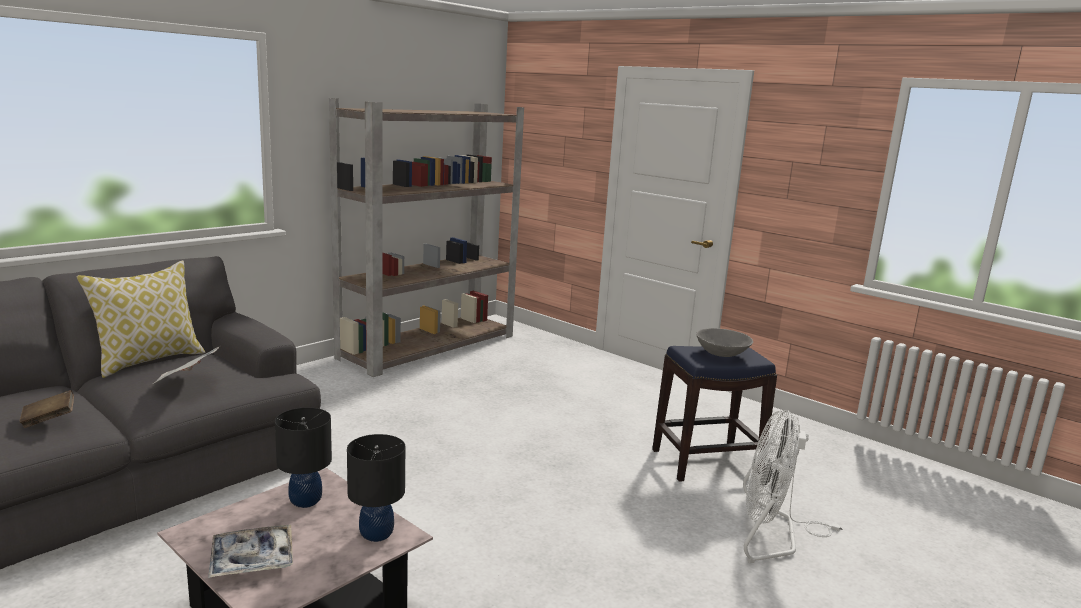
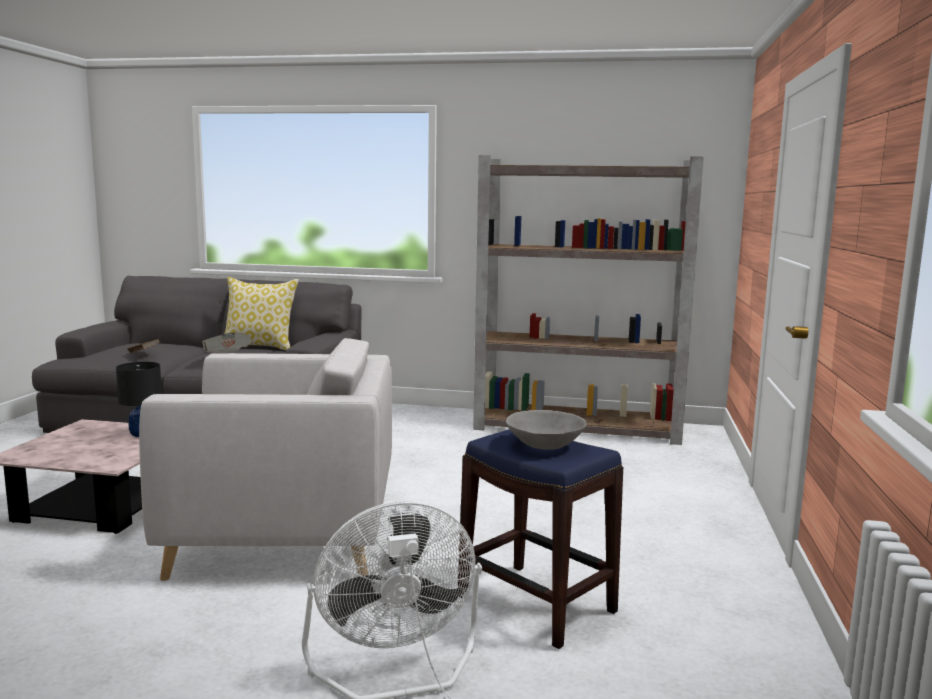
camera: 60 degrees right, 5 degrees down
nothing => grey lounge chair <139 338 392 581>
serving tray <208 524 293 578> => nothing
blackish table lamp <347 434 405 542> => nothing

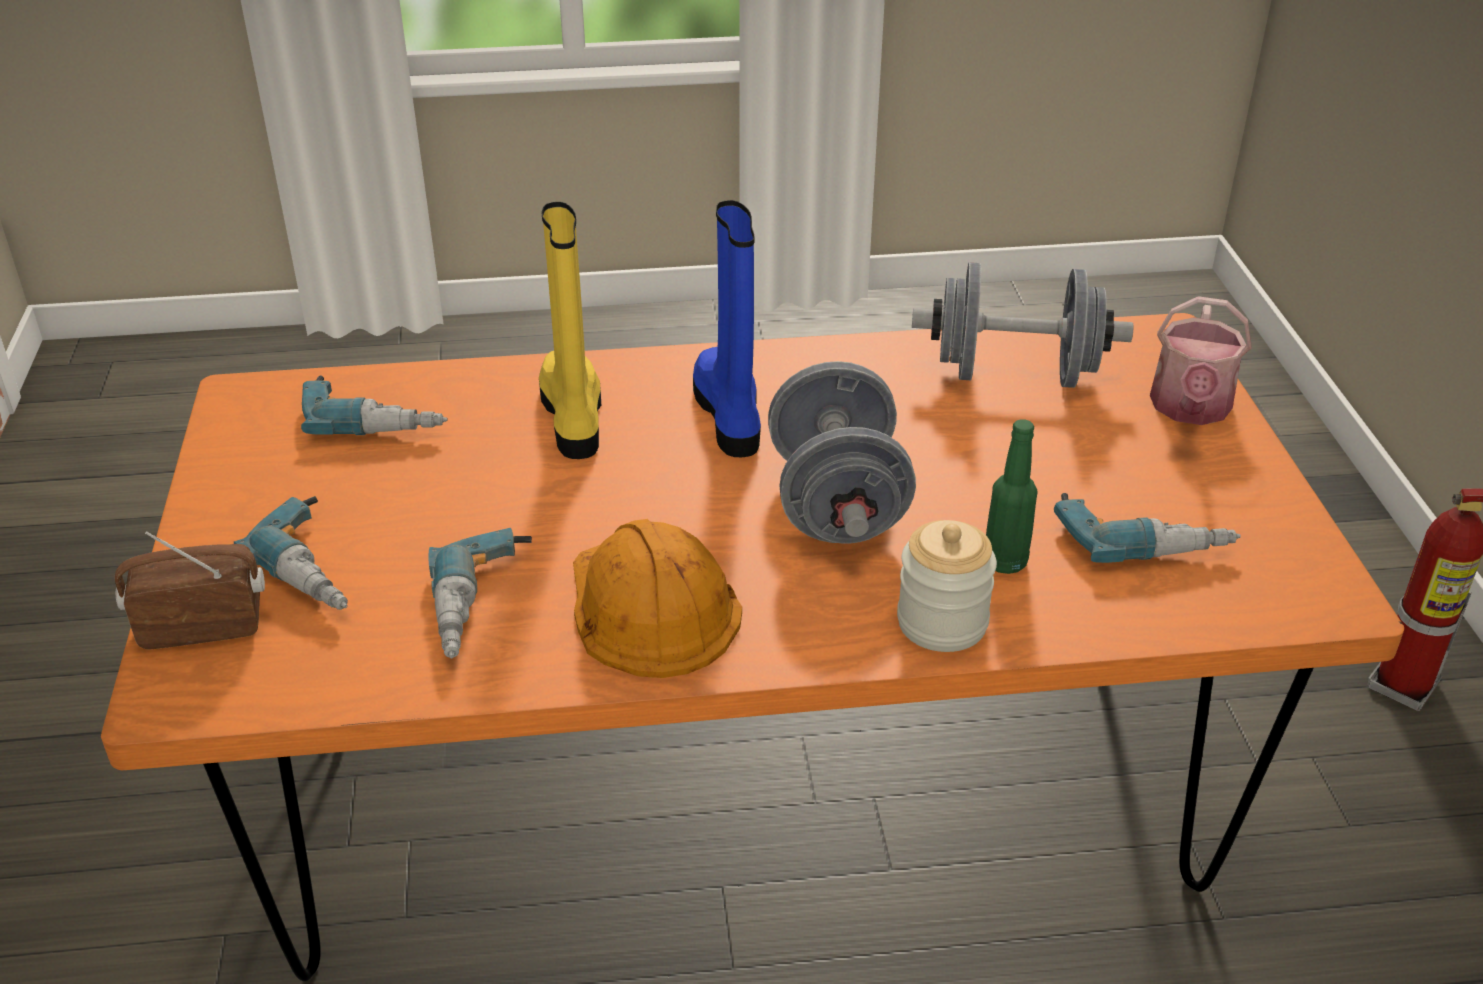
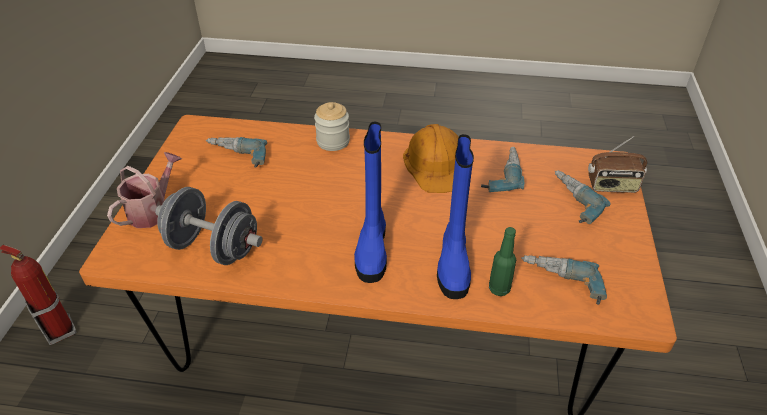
camera: 165 degrees left, 5 degrees up
yellow tall boot <539 202 601 459> => bluish tall boot <437 134 474 299>
greenish drink bottle <986 419 1038 574> => greenish drink bottle <489 227 516 296>, shifted
grey free weight <768 361 916 543> => nothing

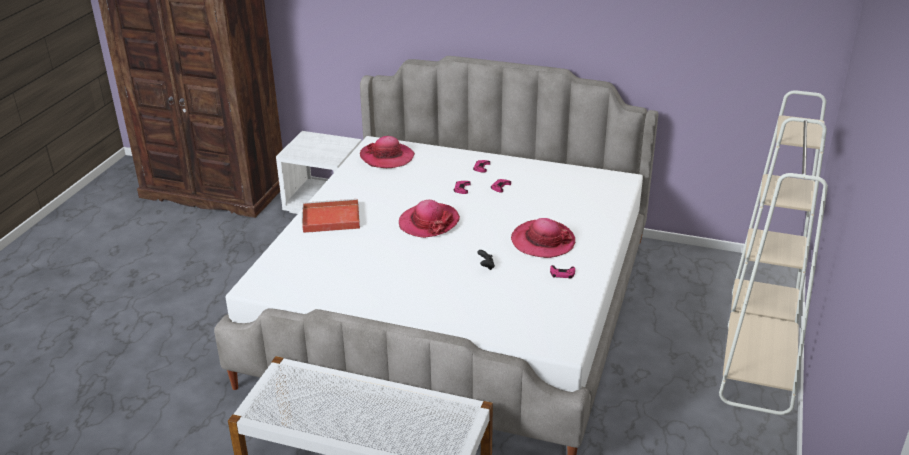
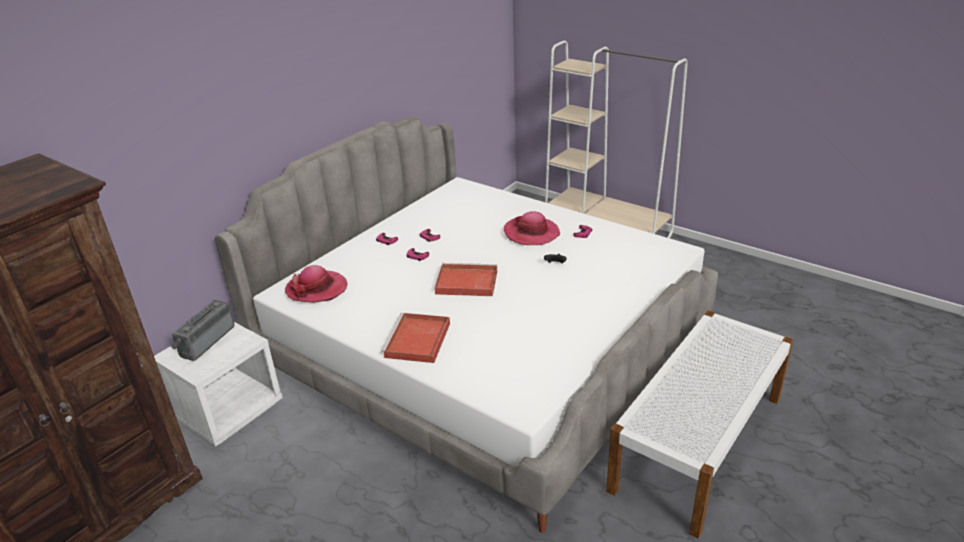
camera: 70 degrees left, 0 degrees up
nothing => radio <171 300 235 361>
clothing hat <399 200 460 238> => reddish serving tray <435 263 497 296>

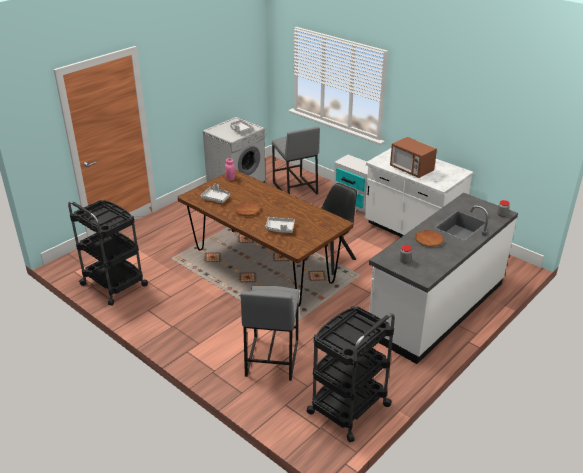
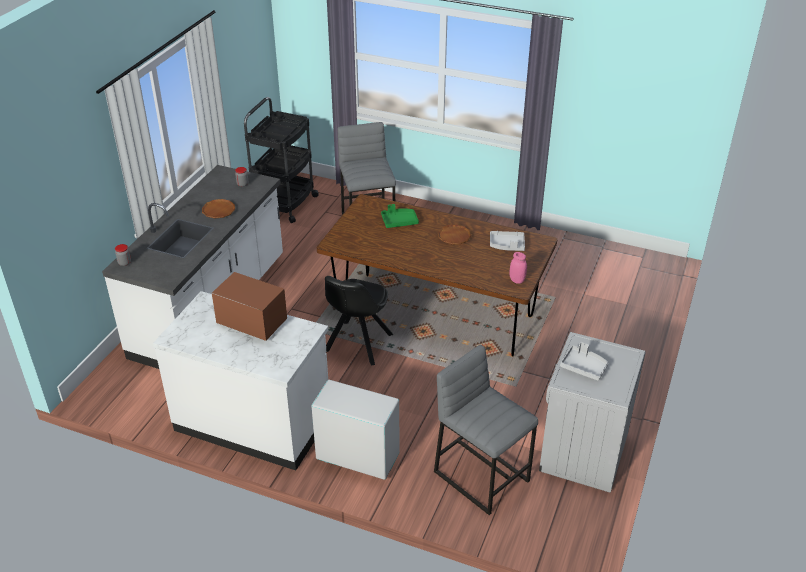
camera: 160 degrees right, 5 degrees up
grey serving tray <265 217 295 233> => greenish serving tray <381 204 419 228>
blackish cart <68 200 148 306> => nothing

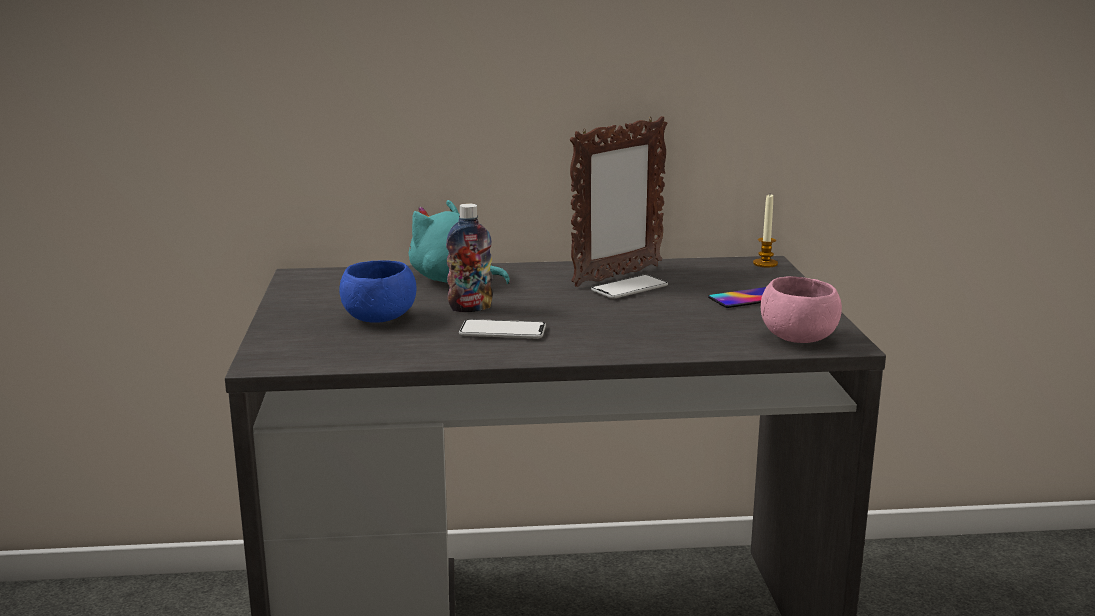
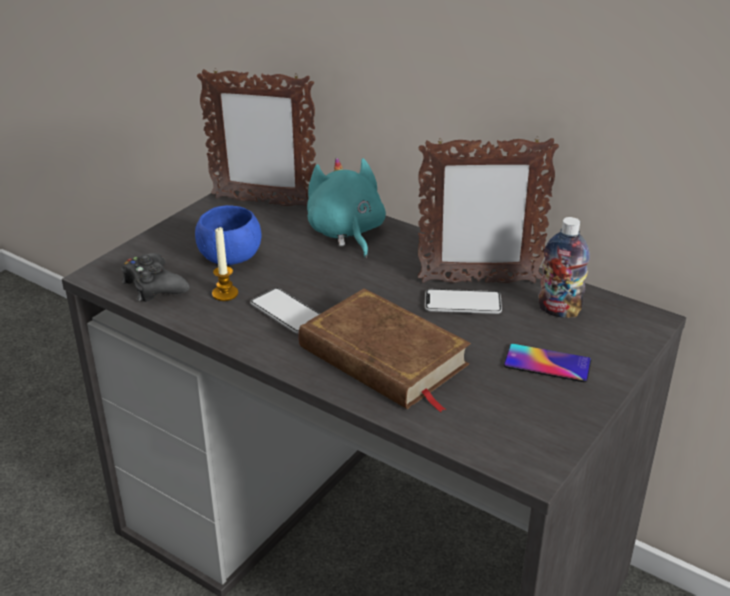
camera: 40 degrees right, 15 degrees up
nothing => blackish game controller <121 253 190 302>
nothing => picture frame <197 68 316 206>
candle <753 195 778 268> => candle <212 227 238 301>, shifted
nothing => brown book <299 288 471 412>
drink bottle <446 203 493 312> => drink bottle <539 217 590 318>, shifted
pink-coloured deep dish <761 276 842 343> => nothing

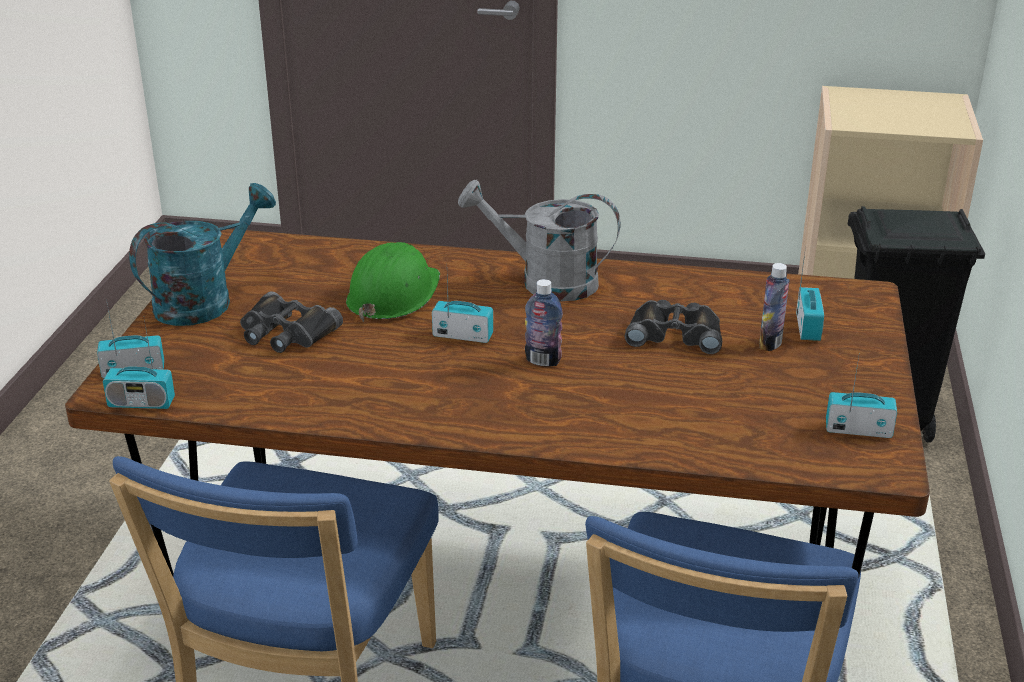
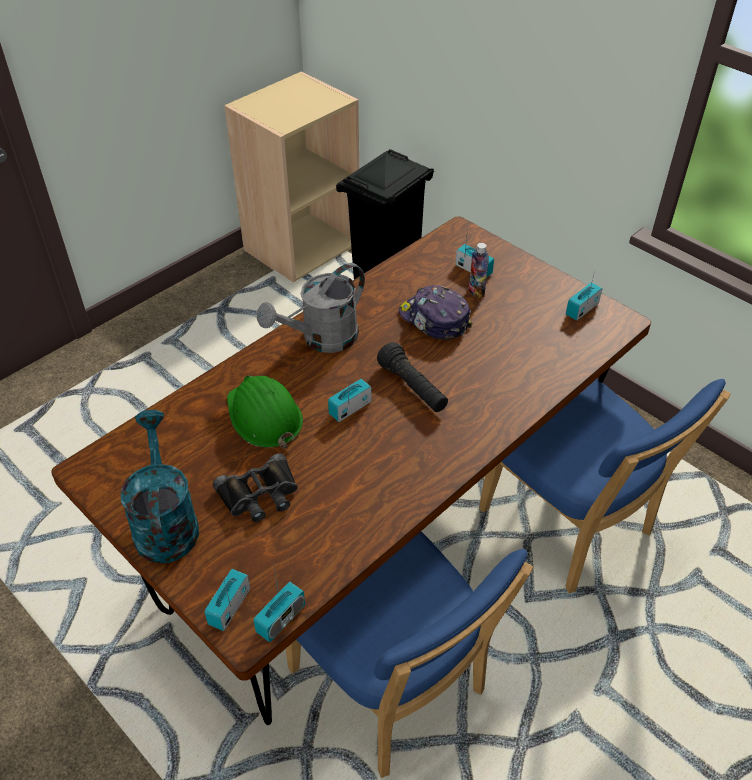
camera: 55 degrees left, 15 degrees up
drink bottle <525 279 563 367> => blackish hand torch <377 342 448 412>
blackish field glasses <625 300 722 354> => cap <399 285 472 340>

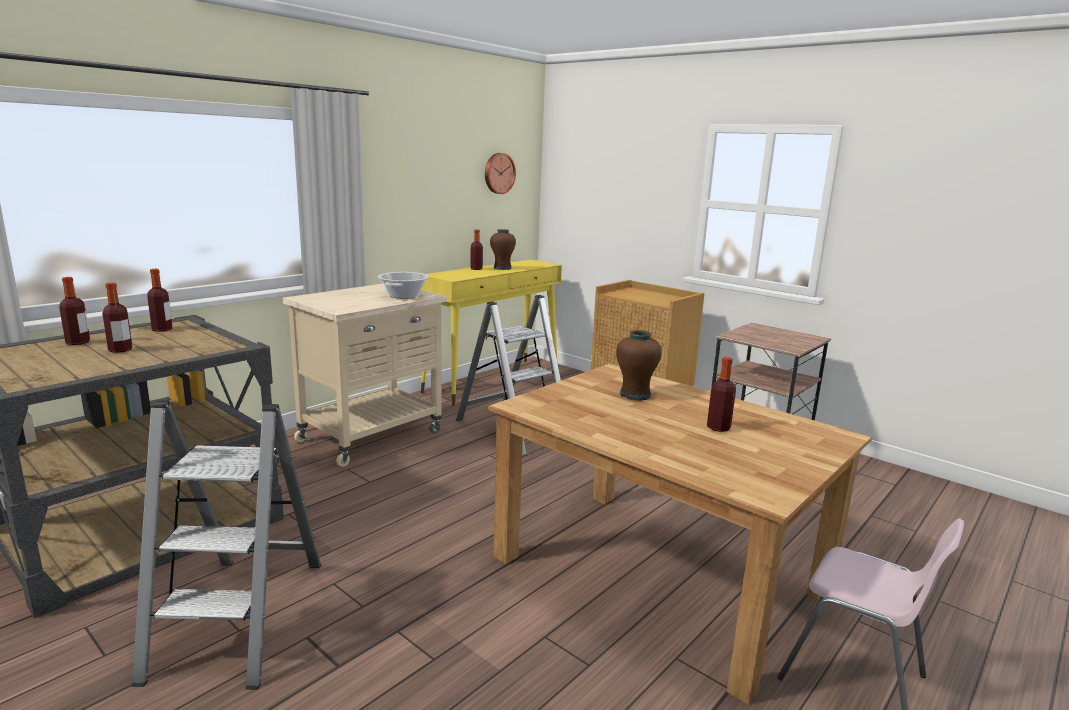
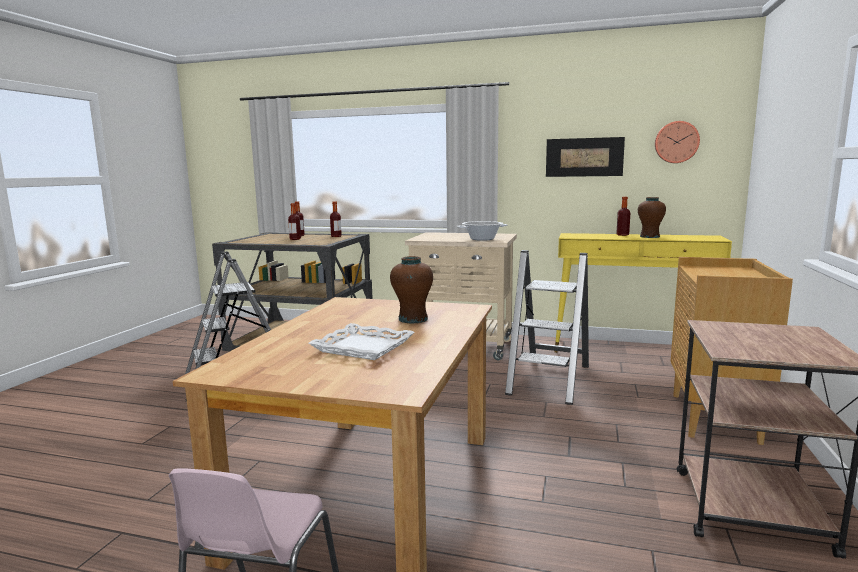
camera: 65 degrees right, 5 degrees down
drink bottle <707 357 736 432> => whitish serving tray <309 323 415 360>
nothing => wall picture <546 137 625 177>

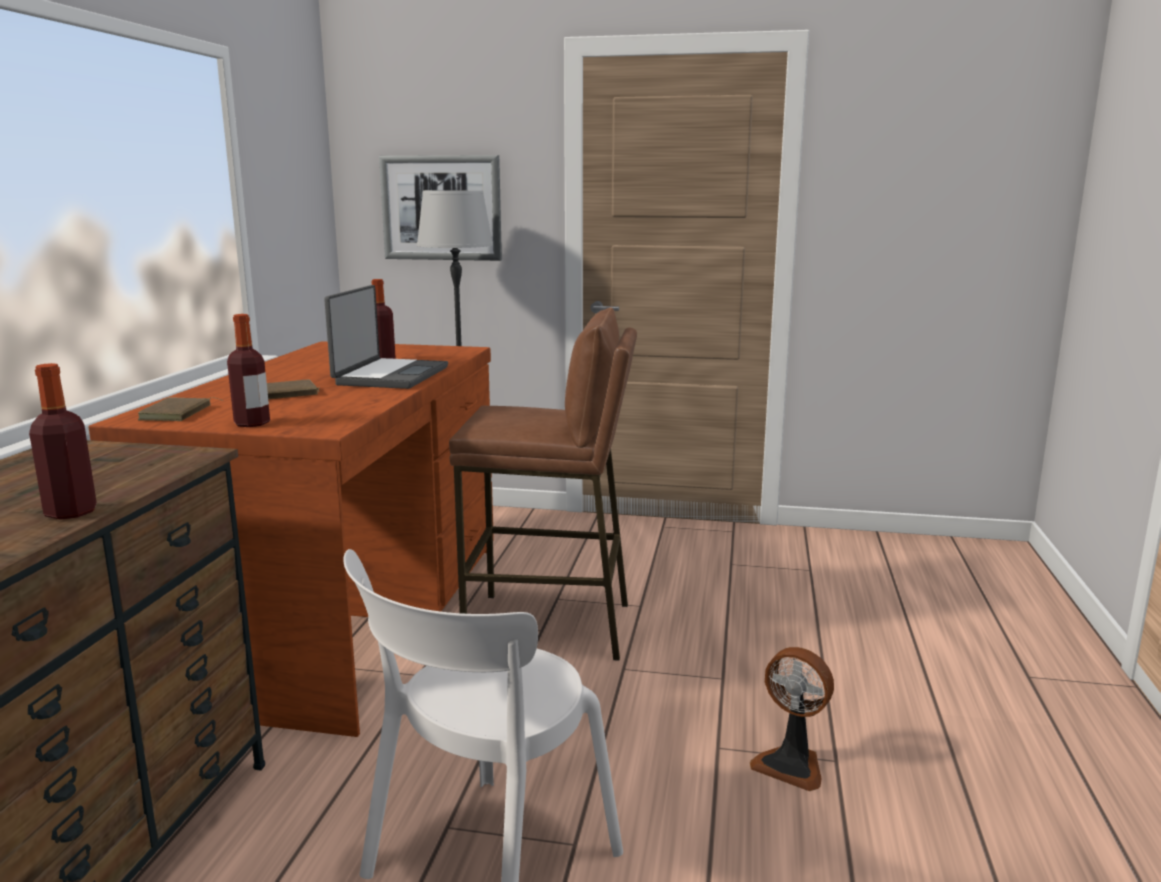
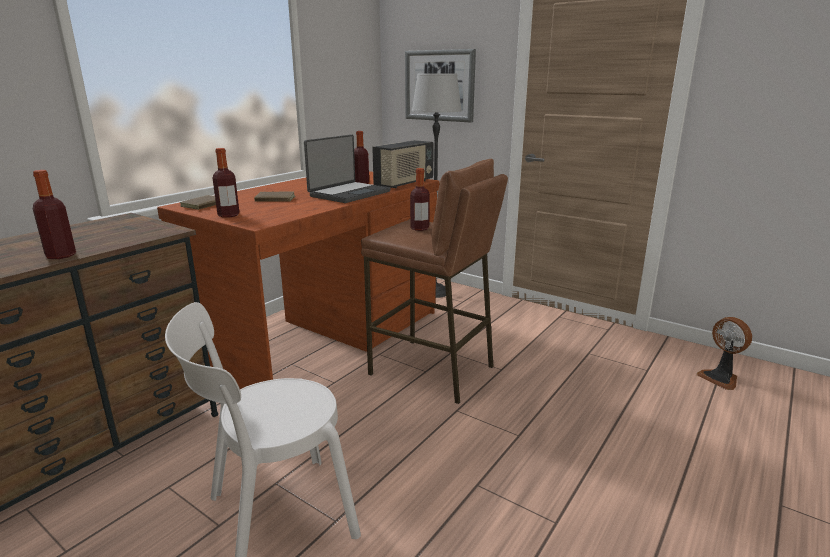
camera: 25 degrees right, 5 degrees up
nothing => radio <372 140 434 188>
nothing => drink bottle <410 168 430 231>
fan <750 647 834 791> => fan <696 317 752 390>, shifted

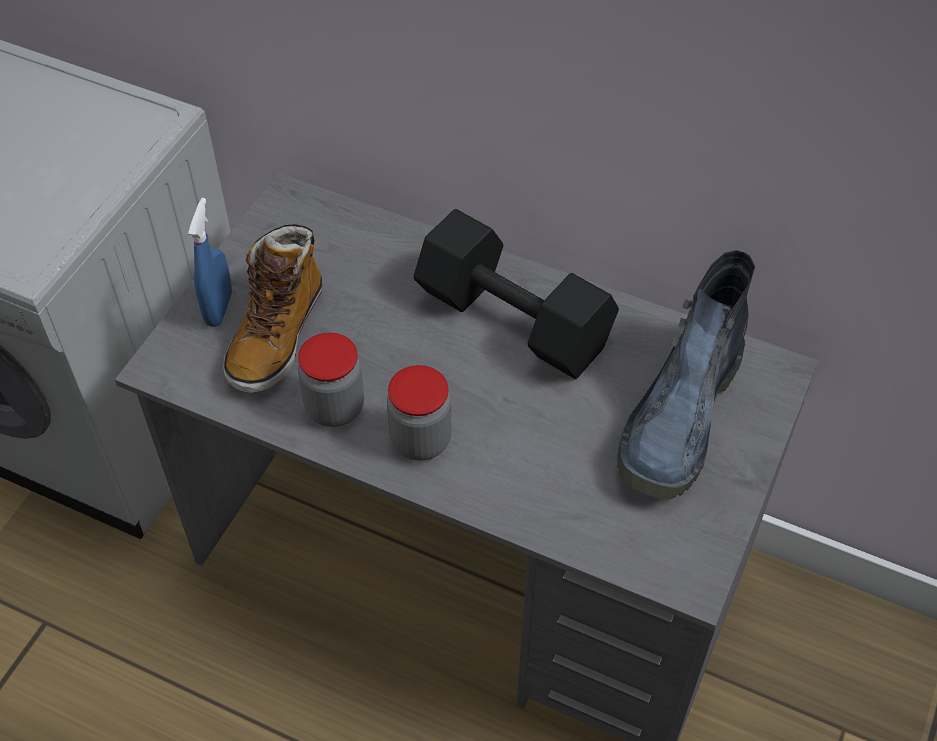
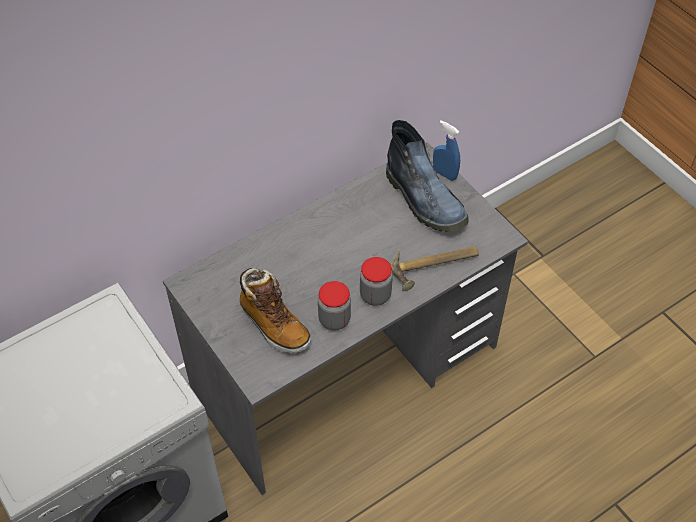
camera: 60 degrees left, 0 degrees up
nothing => hammer <391 246 479 291>
bluish spray bottle <188 198 232 327> => bluish spray bottle <433 120 460 181>, shifted
blackish free weight <414 209 619 379> => nothing

